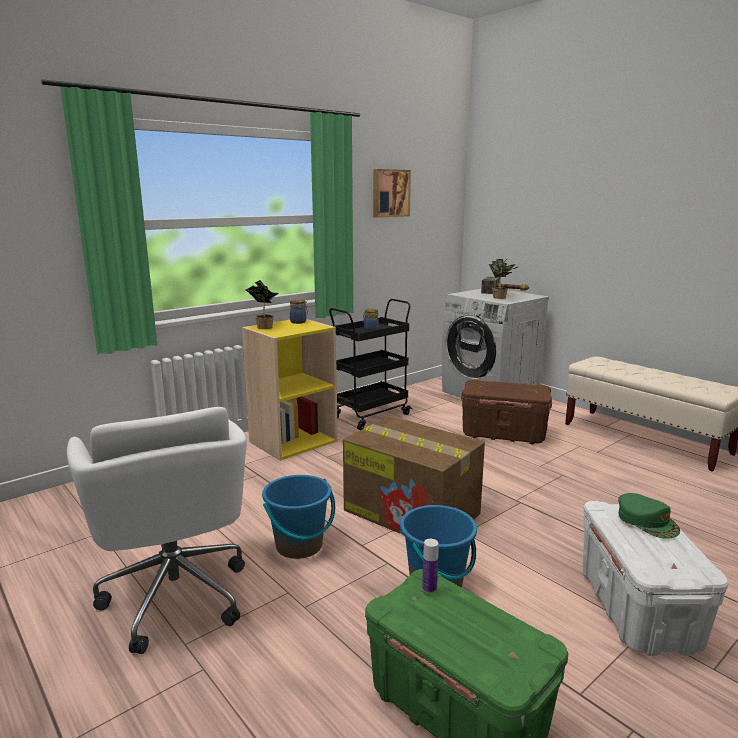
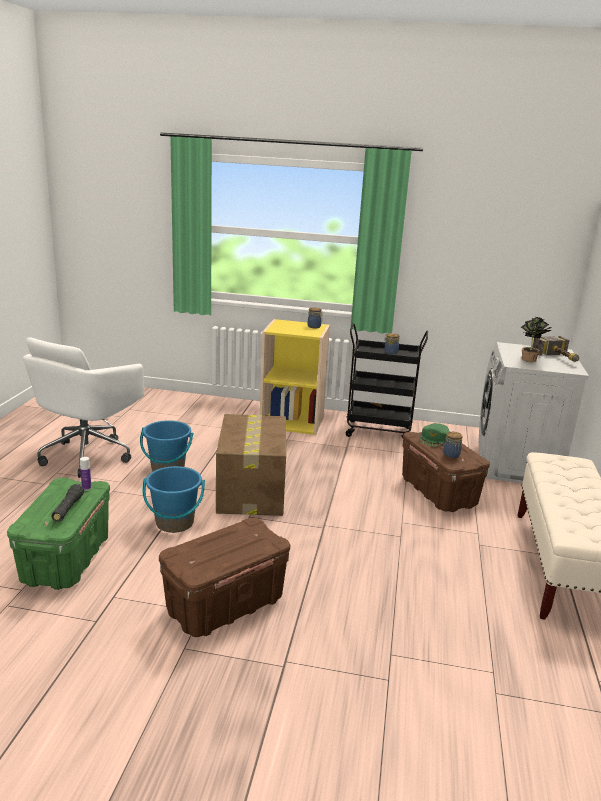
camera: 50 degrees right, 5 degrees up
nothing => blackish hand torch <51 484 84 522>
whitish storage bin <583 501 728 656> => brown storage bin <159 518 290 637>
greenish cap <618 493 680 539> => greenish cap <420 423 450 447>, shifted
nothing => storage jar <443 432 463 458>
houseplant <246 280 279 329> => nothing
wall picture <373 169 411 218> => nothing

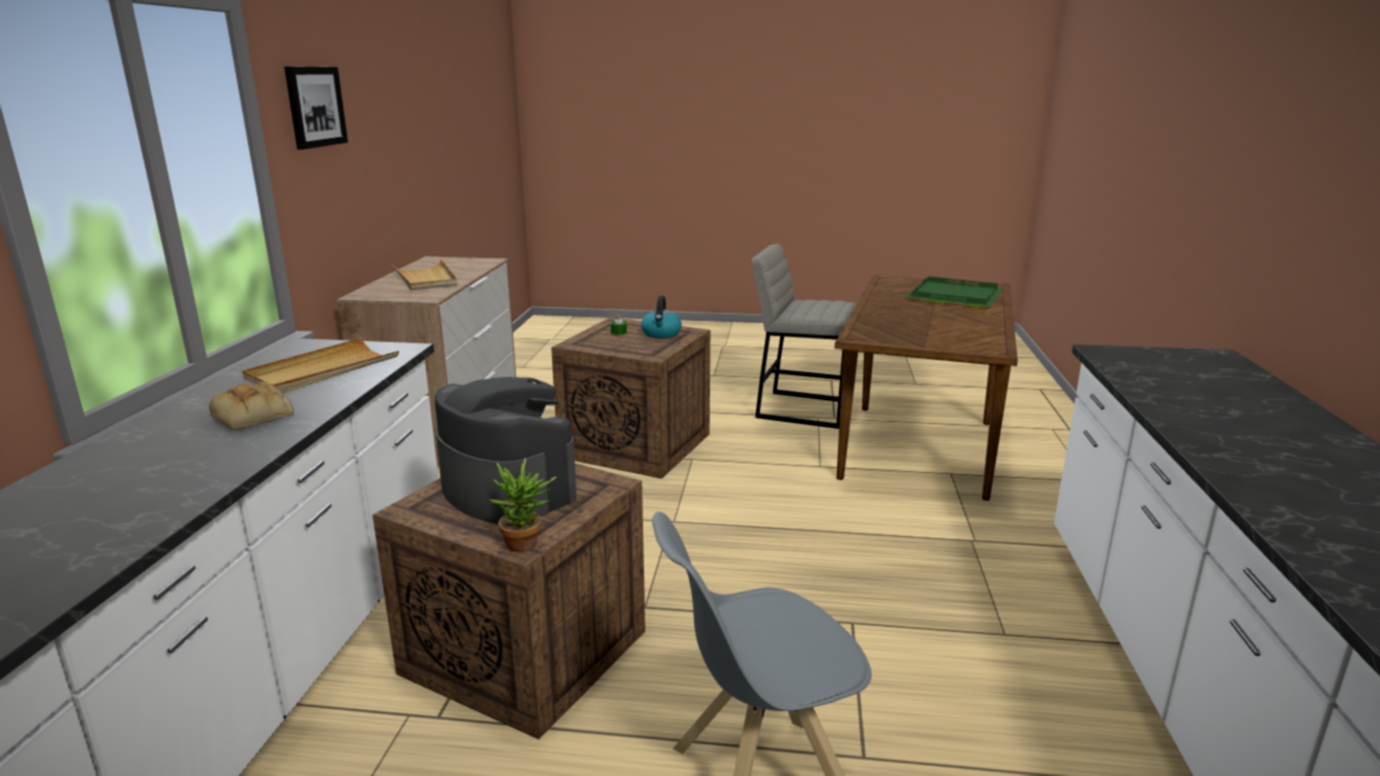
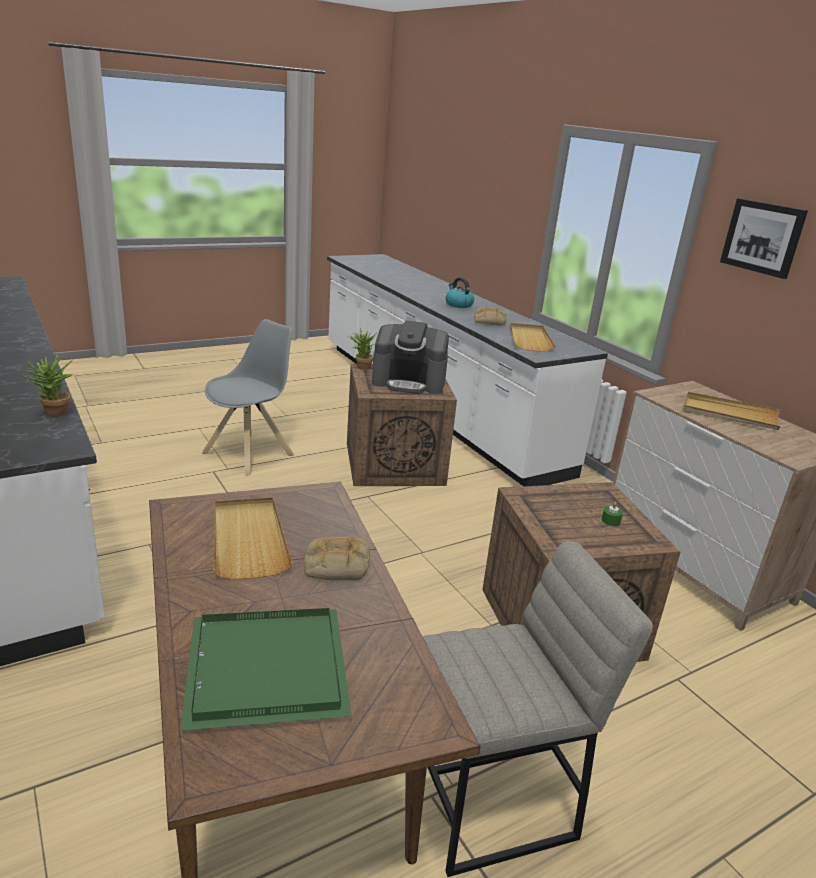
camera: 140 degrees right, 5 degrees up
nothing => houseplant <25 354 73 417>
nothing => beige serving tray <213 497 293 580>
nothing => bakery bread <304 537 370 580>
kettle <641 296 682 338> => kettle <446 277 474 308>, shifted

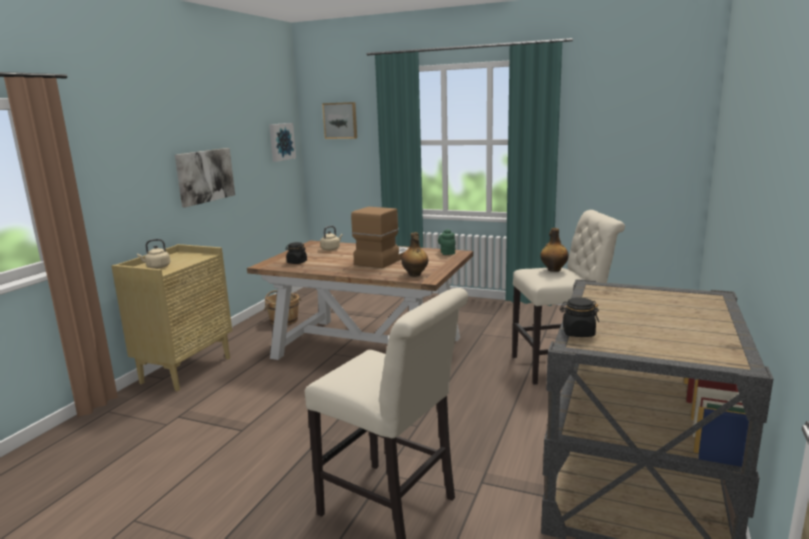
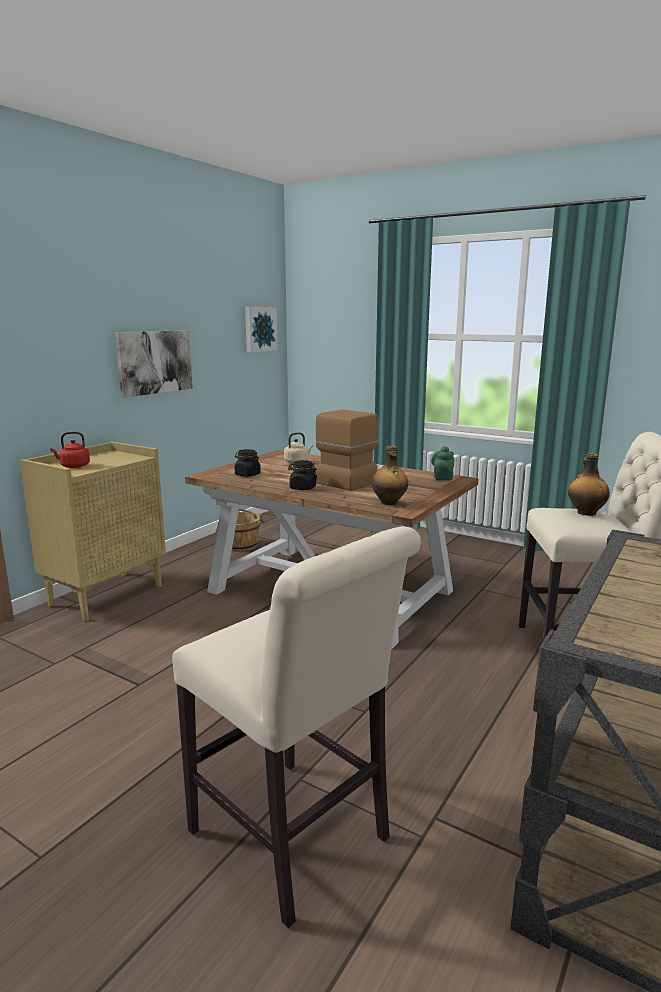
camera: 10 degrees right, 0 degrees up
beige kettle <137 239 170 269> => reddish kettle <50 432 90 468>
blackish storage jar <560 297 599 337> => blackish storage jar <288 460 318 490>, shifted
wall picture <322 102 357 139> => nothing

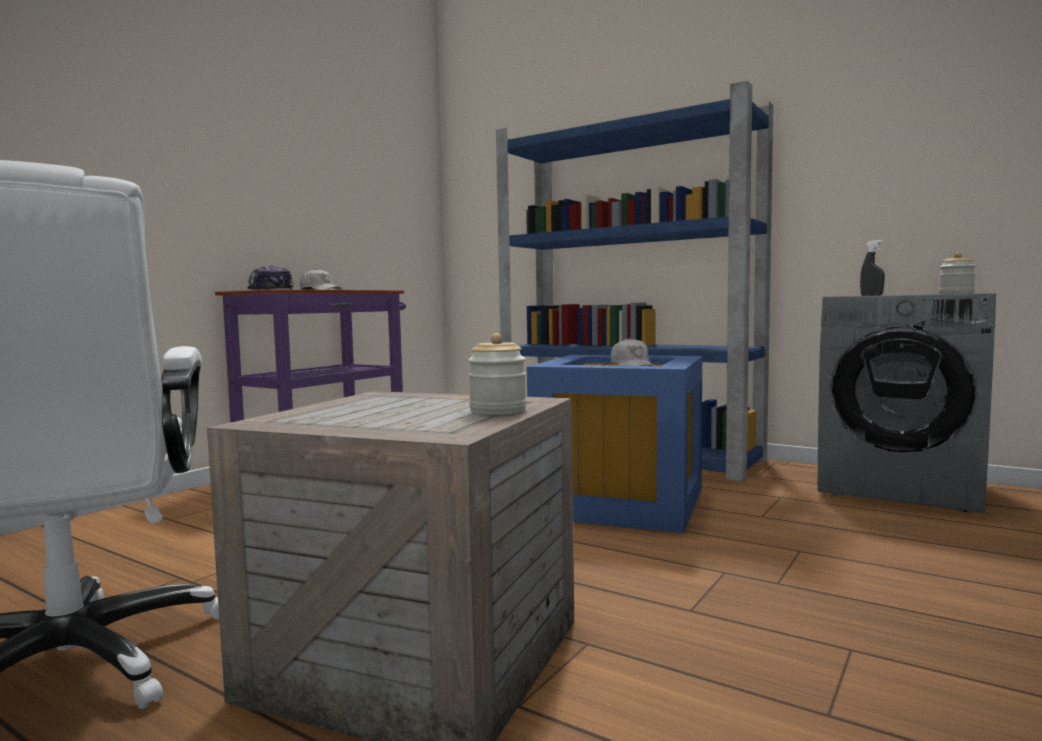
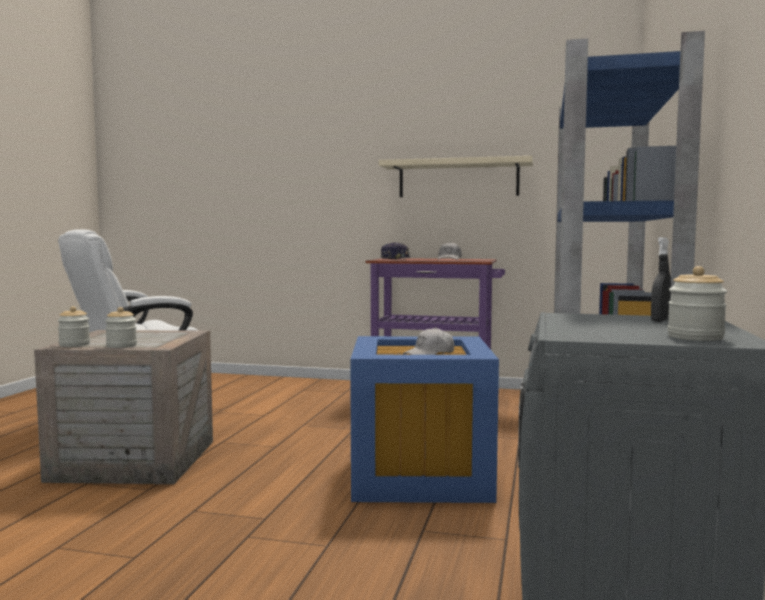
camera: 70 degrees right, 0 degrees up
nothing => storage jar <58 306 90 347>
nothing => beige shelf <379 156 533 197>

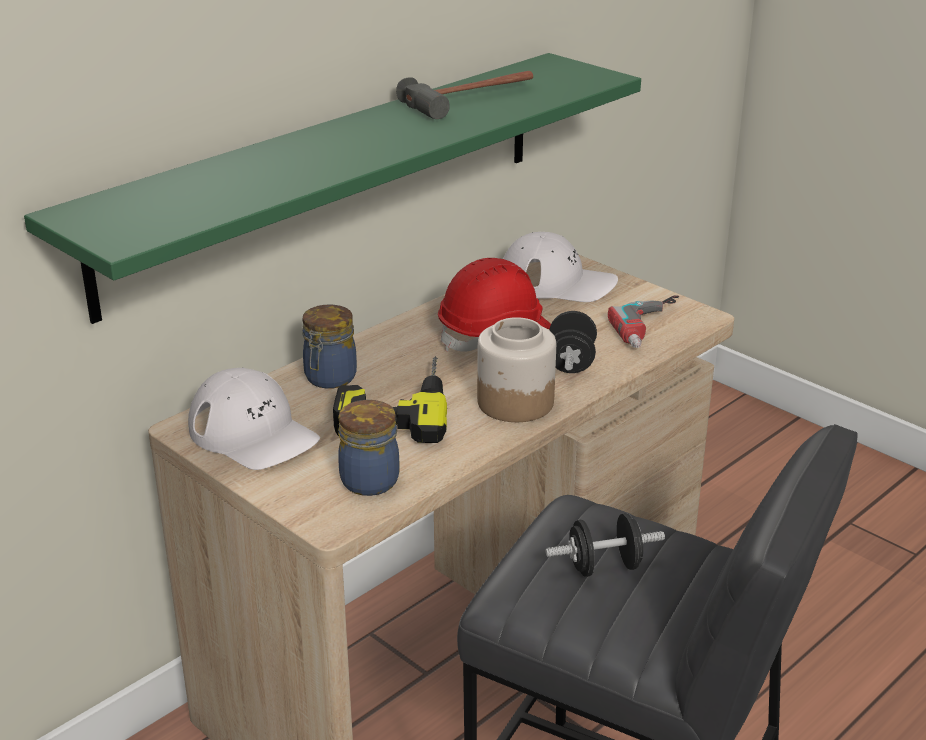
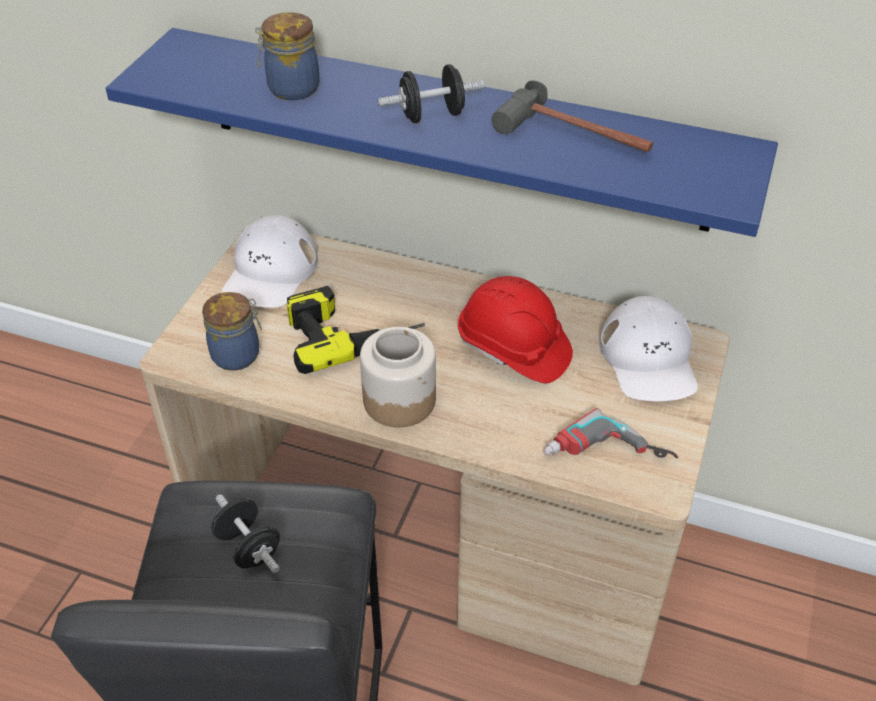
camera: 65 degrees right, 15 degrees up
greenish shelf <24 53 641 324> => bluish shelf <106 28 778 237>
storage jar <302 305 357 389> => storage jar <255 12 320 100>, shifted
blackish free weight <549 311 597 373> => blackish free weight <378 64 485 123>, shifted

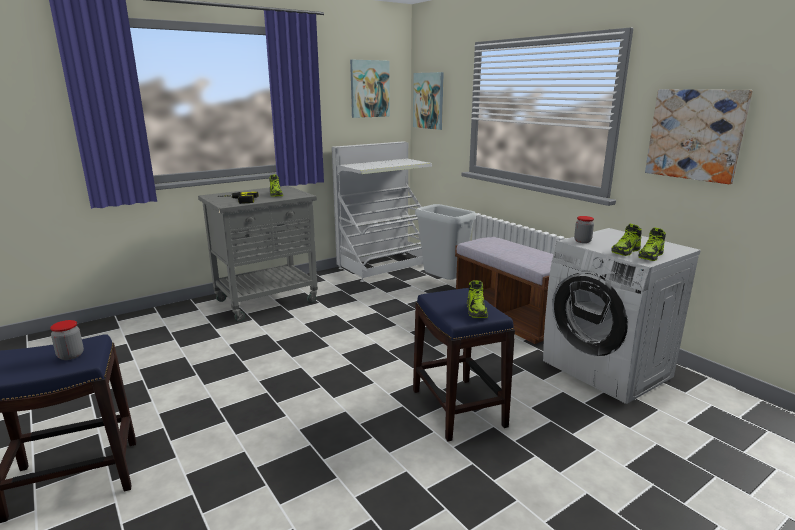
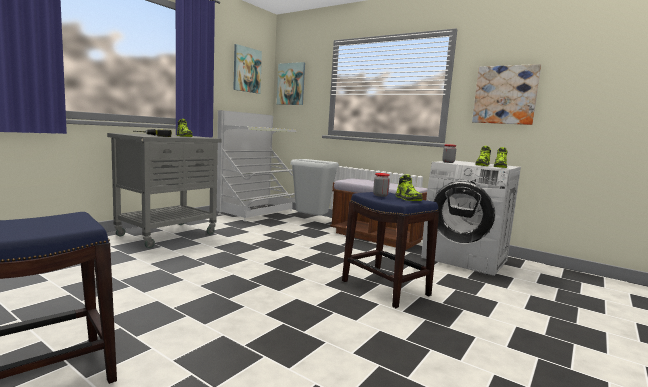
camera: 20 degrees left, 10 degrees down
storage jar <50 320 84 360> => storage jar <373 173 390 197>, shifted

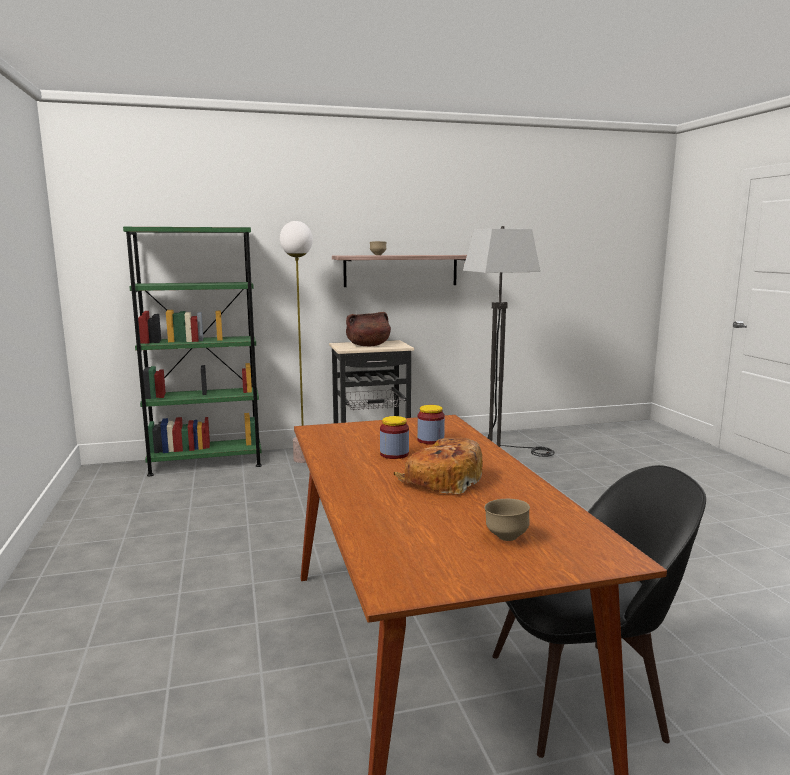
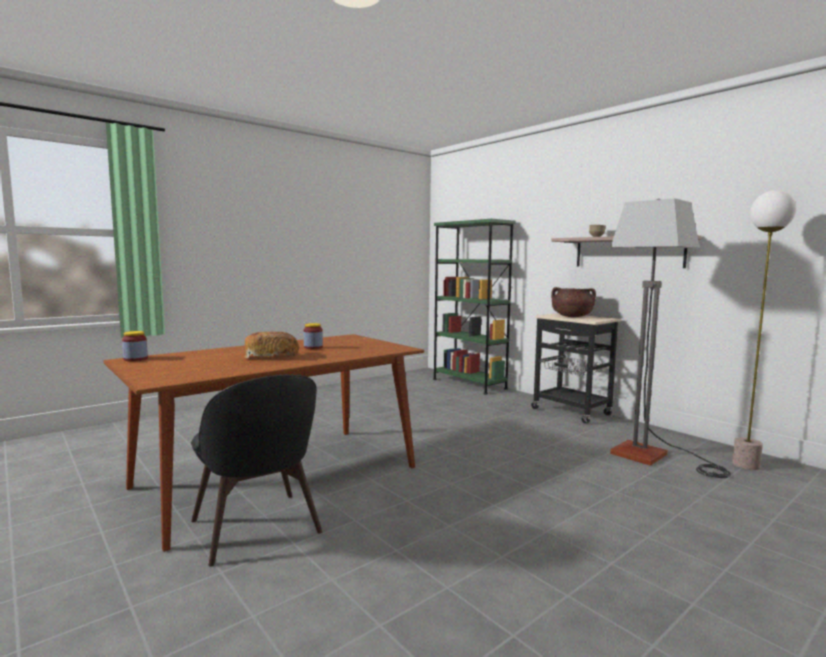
camera: 65 degrees right, 5 degrees down
storage jar <417 405 445 445> => storage jar <122 331 148 361>, shifted
floor lamp <280 221 313 463> => floor lamp <732 190 796 470>, shifted
brown deep dish <484 499 530 541> => nothing

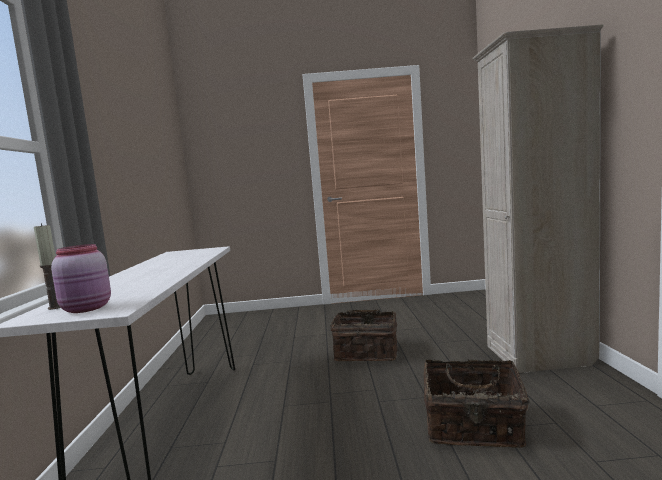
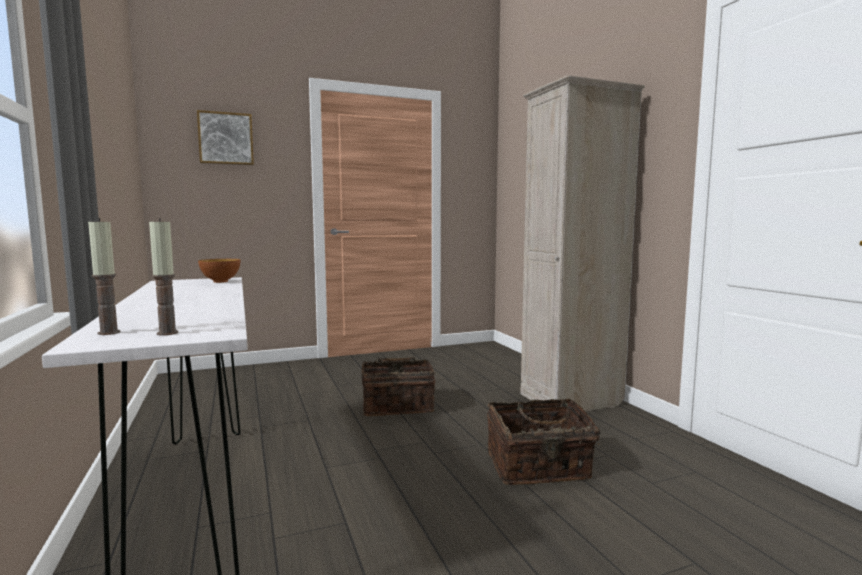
camera: 20 degrees left, 0 degrees up
pink-coloured storage jar <51 244 111 313> => candle <149 218 179 336>
nothing => wall picture <197 110 254 165>
nothing => deep dish <198 259 240 283>

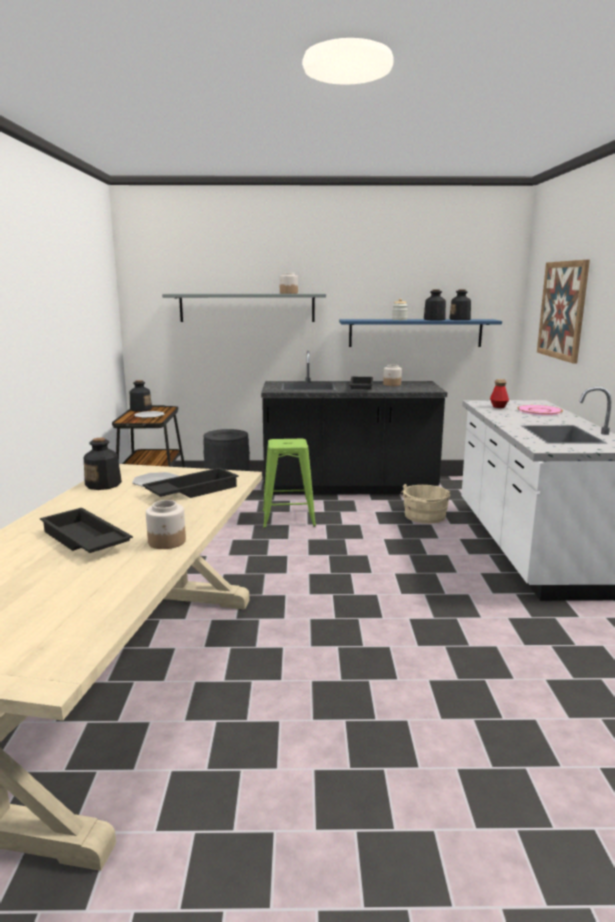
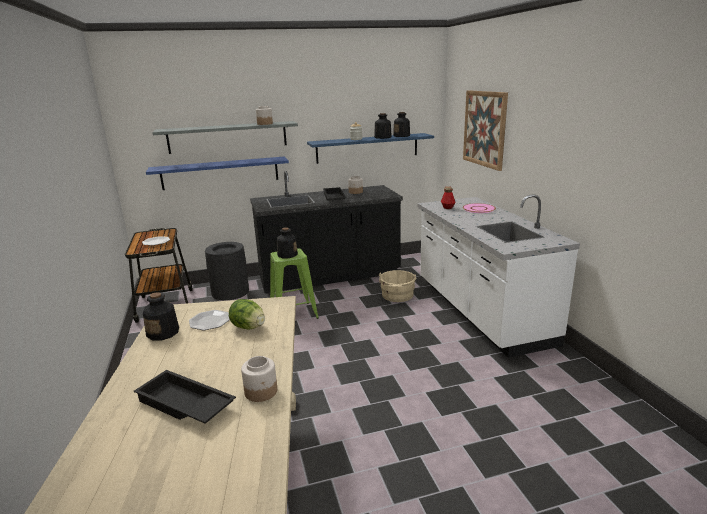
camera: 15 degrees left, 5 degrees up
nothing => bluish shelf <146 156 289 190>
blackish serving tray <142 468 239 498> => lettuce head <229 299 265 330>
drink bottle <130 380 152 412> => drink bottle <277 227 298 258>, shifted

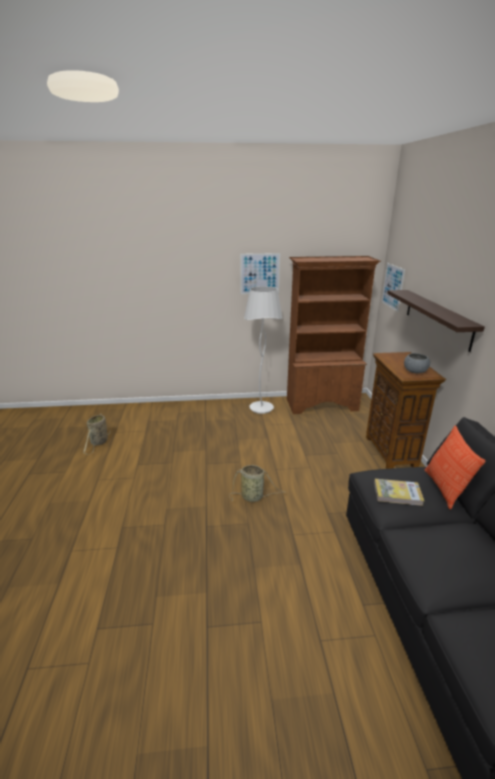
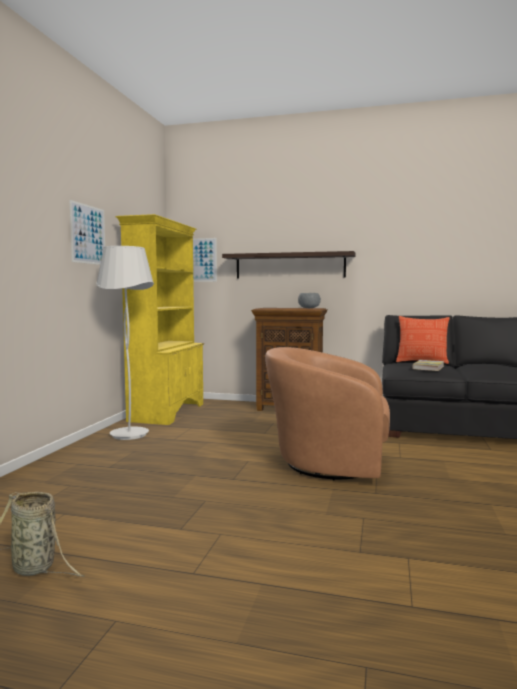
camera: 70 degrees left, 20 degrees down
brown bookcase <287 256 381 414> => yellow bookcase <115 214 204 425>
household basket <229 465 286 502> => brown lounge chair <265 347 390 481>

